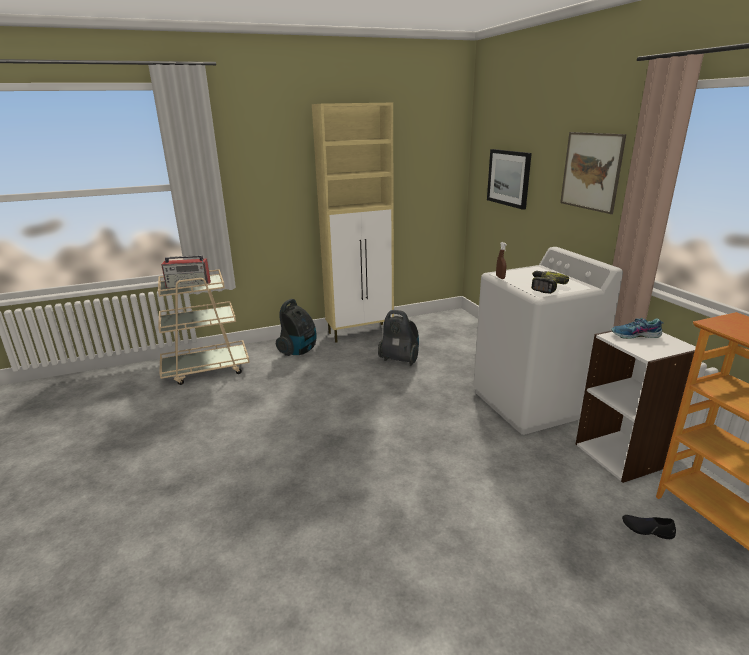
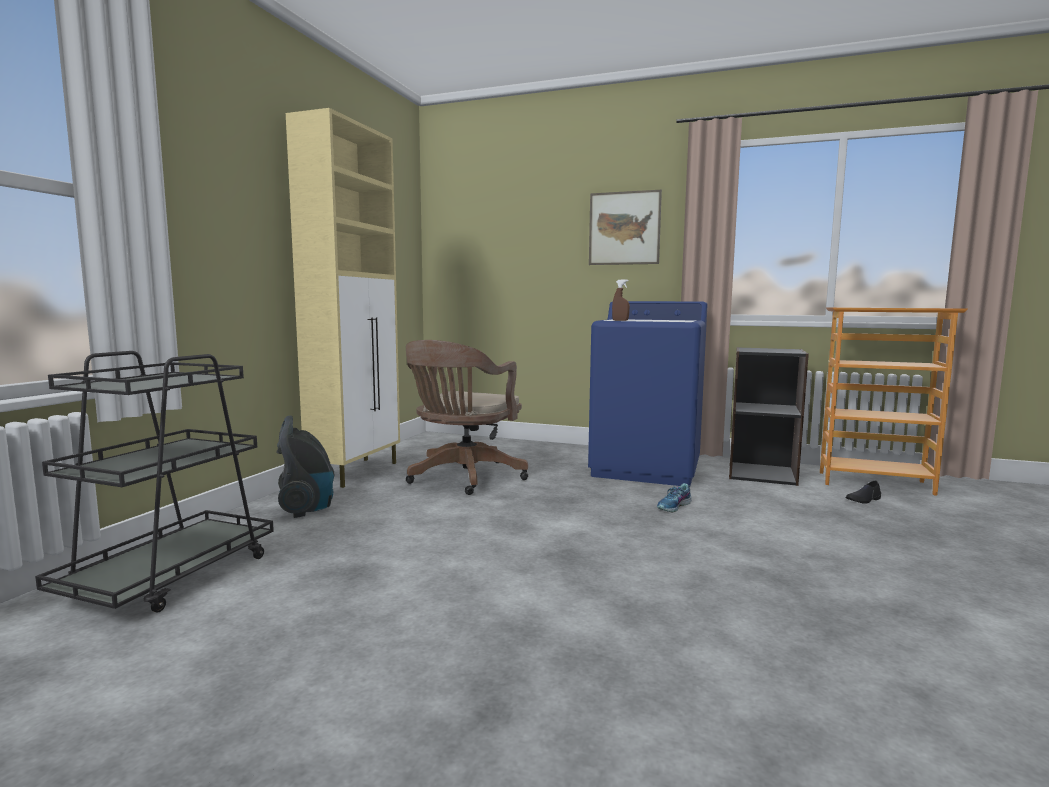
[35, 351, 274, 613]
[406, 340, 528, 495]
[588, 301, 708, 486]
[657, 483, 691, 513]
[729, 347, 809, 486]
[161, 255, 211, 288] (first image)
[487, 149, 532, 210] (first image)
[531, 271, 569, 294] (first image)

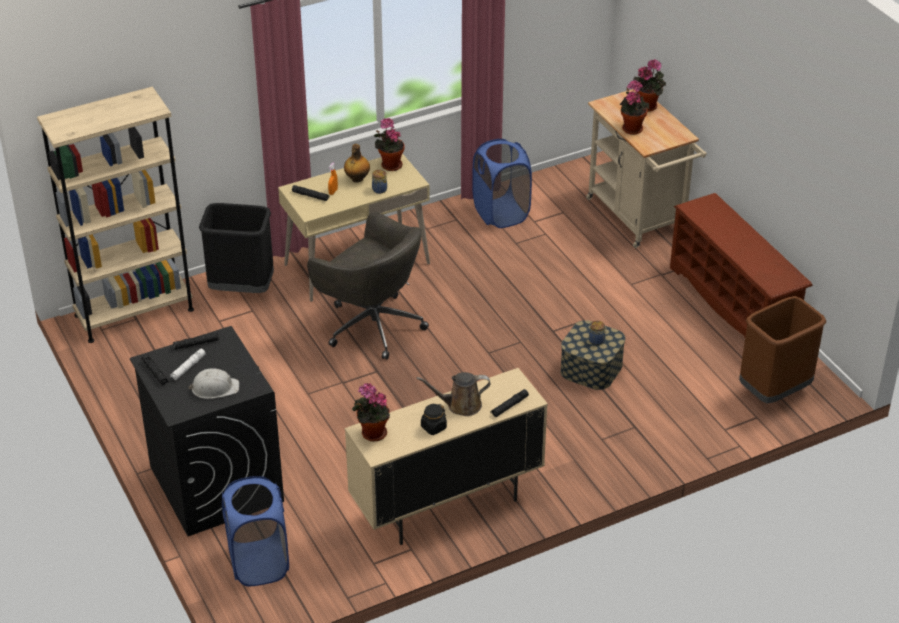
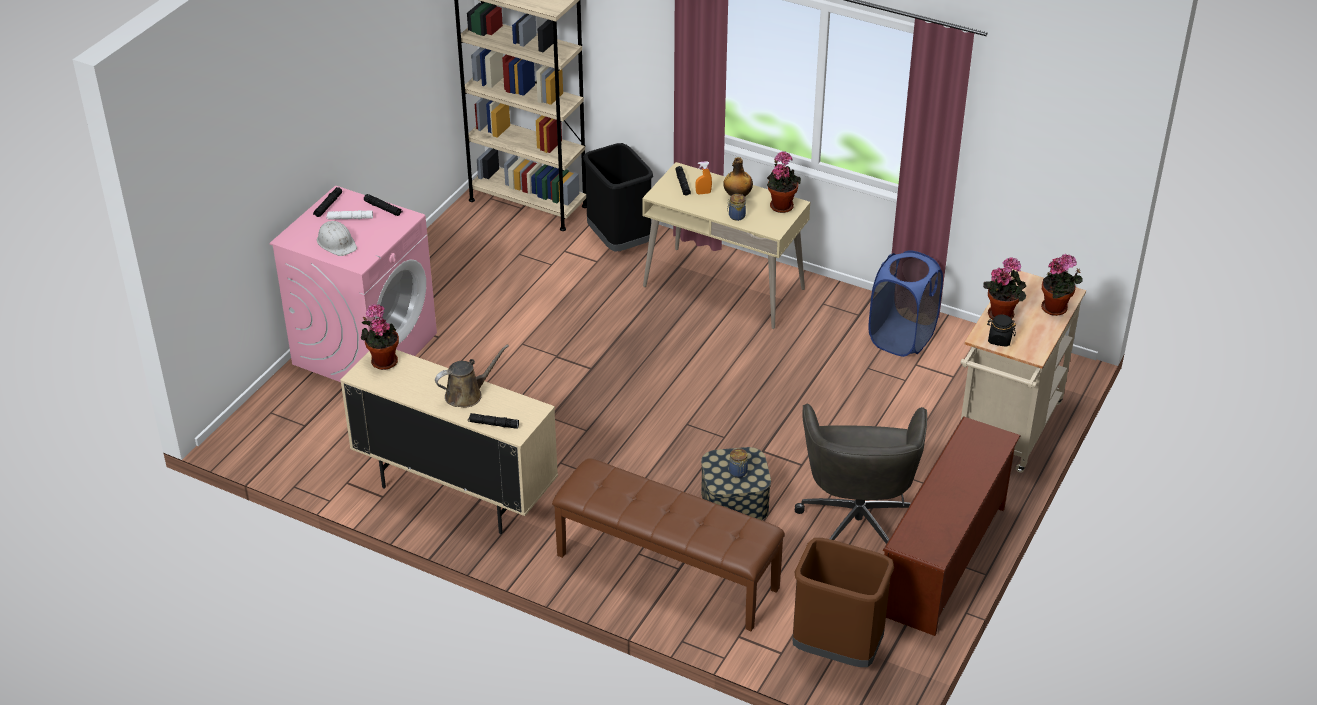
[270, 185, 437, 382]
[435, 344, 509, 408]
[552, 458, 785, 631]
[795, 404, 927, 544]
[987, 314, 1016, 347]
[222, 476, 289, 586] (first image)

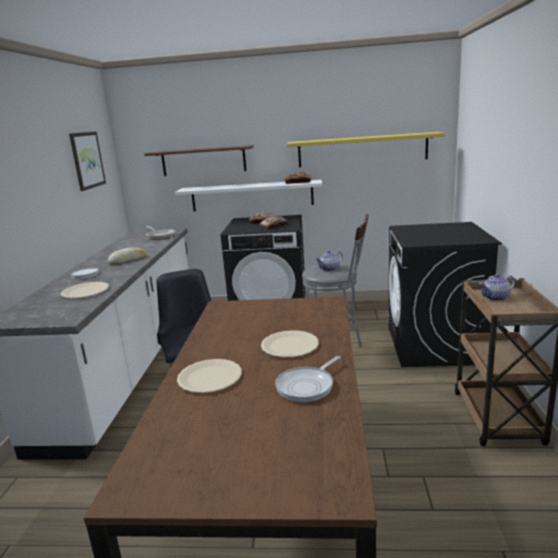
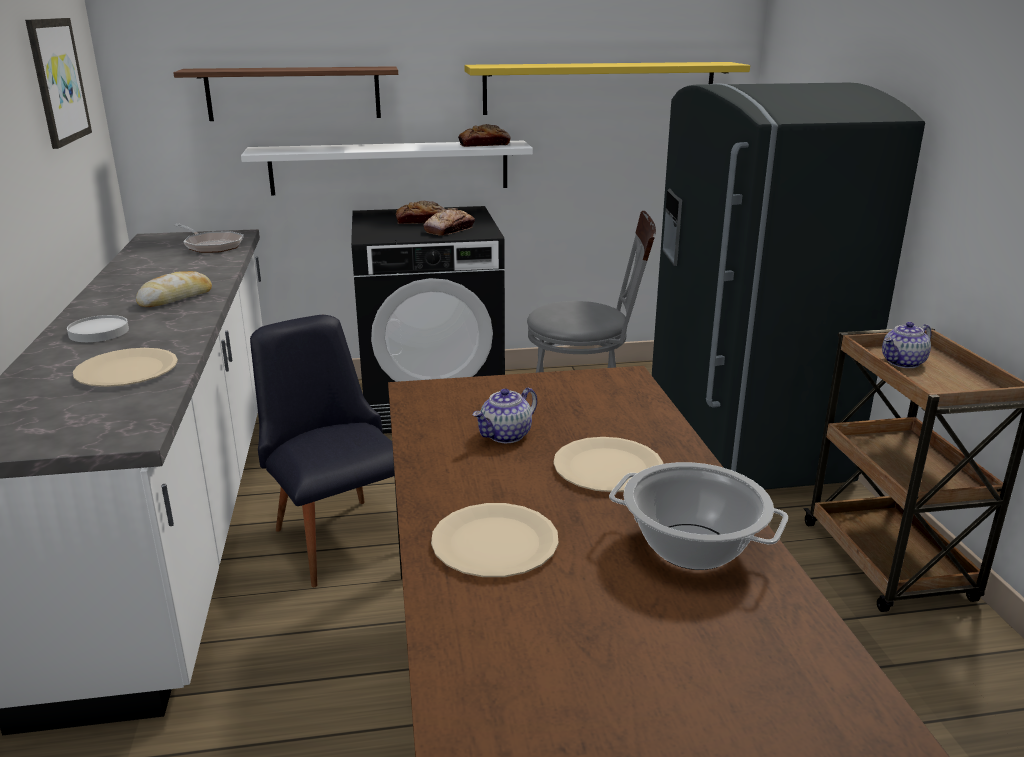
[473, 388, 537, 443]
[609, 462, 788, 570]
[652, 83, 925, 490]

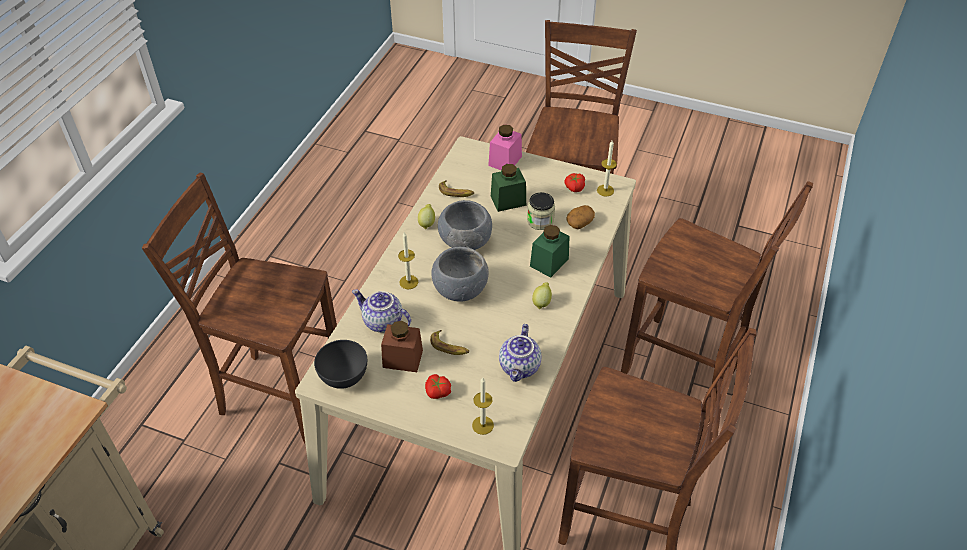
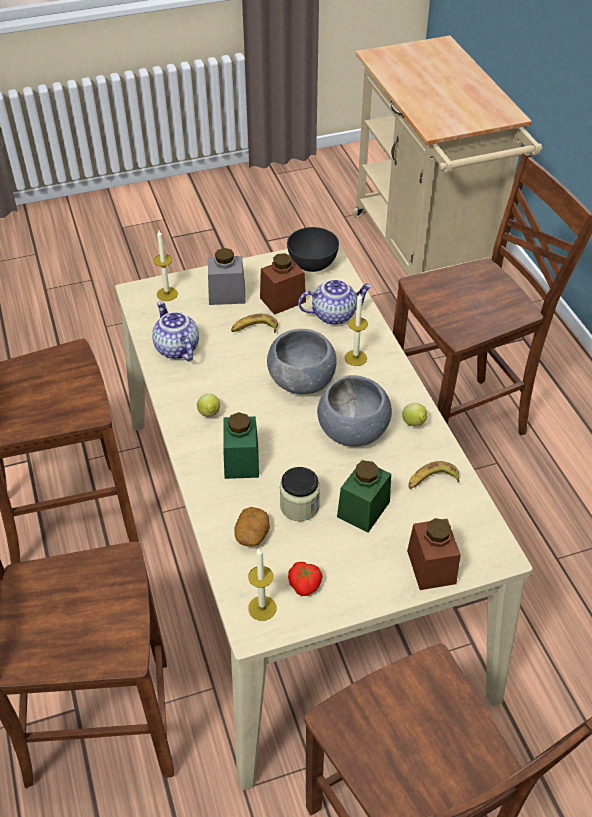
[208, 248, 246, 305]
[407, 518, 461, 590]

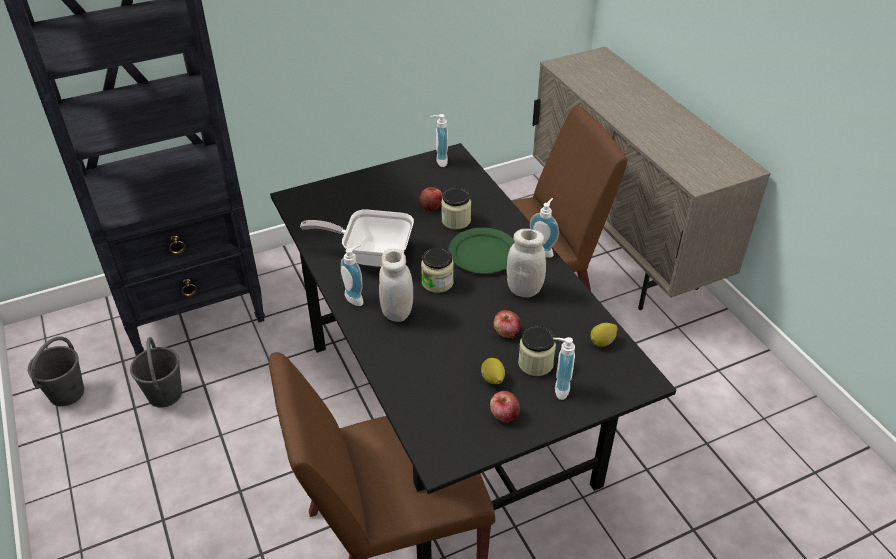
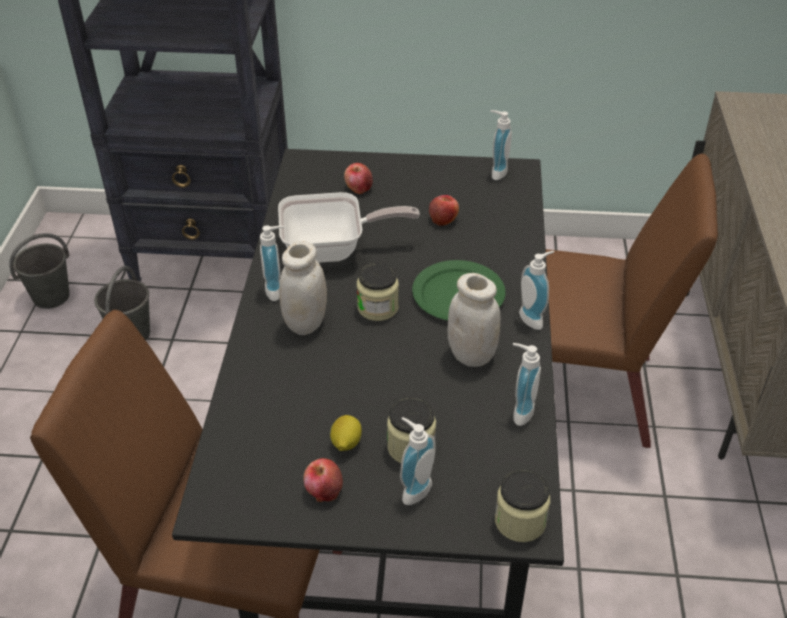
[278, 192, 420, 263]
[344, 163, 373, 194]
[495, 470, 550, 542]
[513, 343, 541, 426]
[590, 323, 617, 347] (first image)

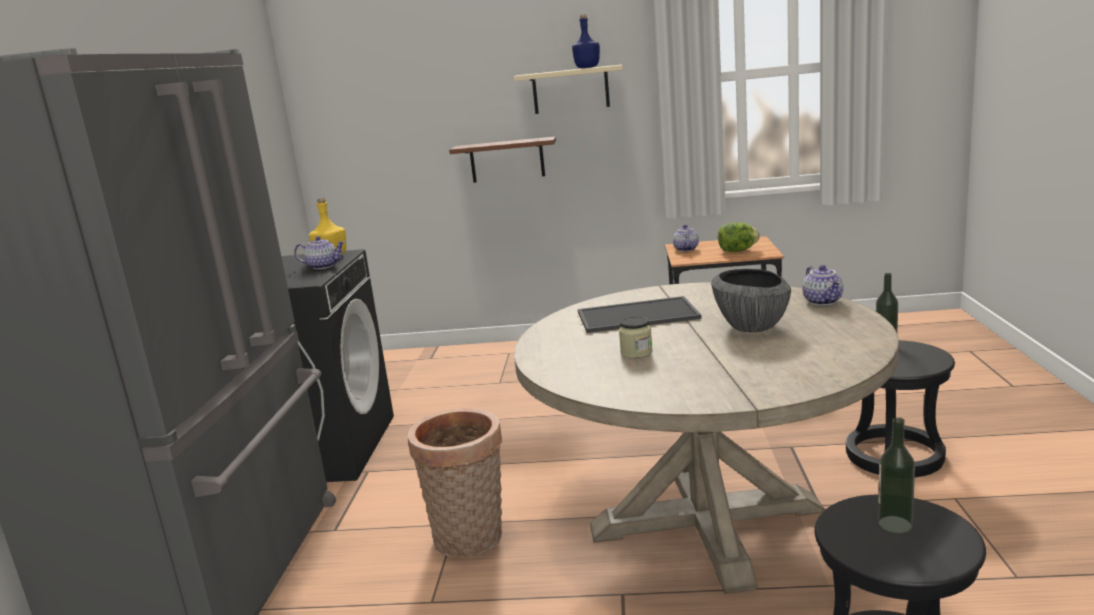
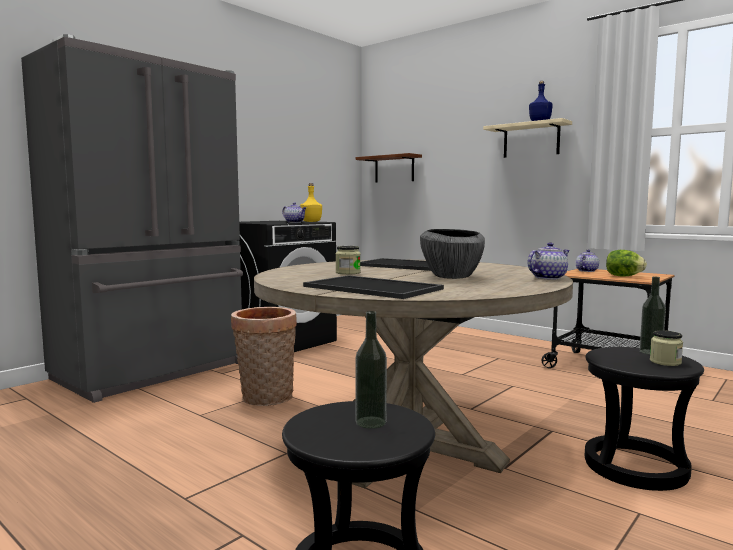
[303, 275, 444, 299]
[356, 153, 422, 183]
[527, 242, 570, 280]
[650, 330, 683, 366]

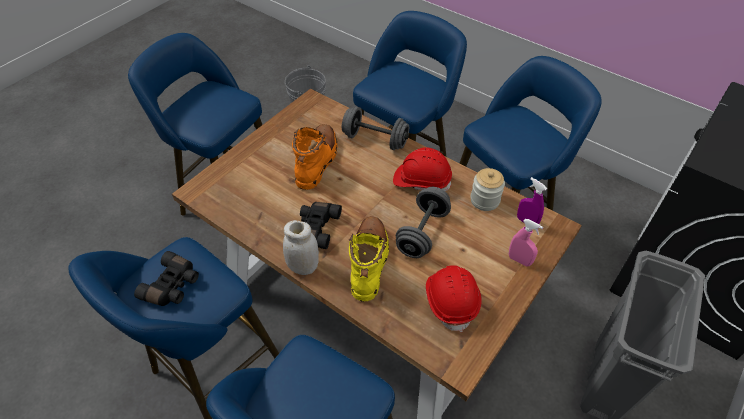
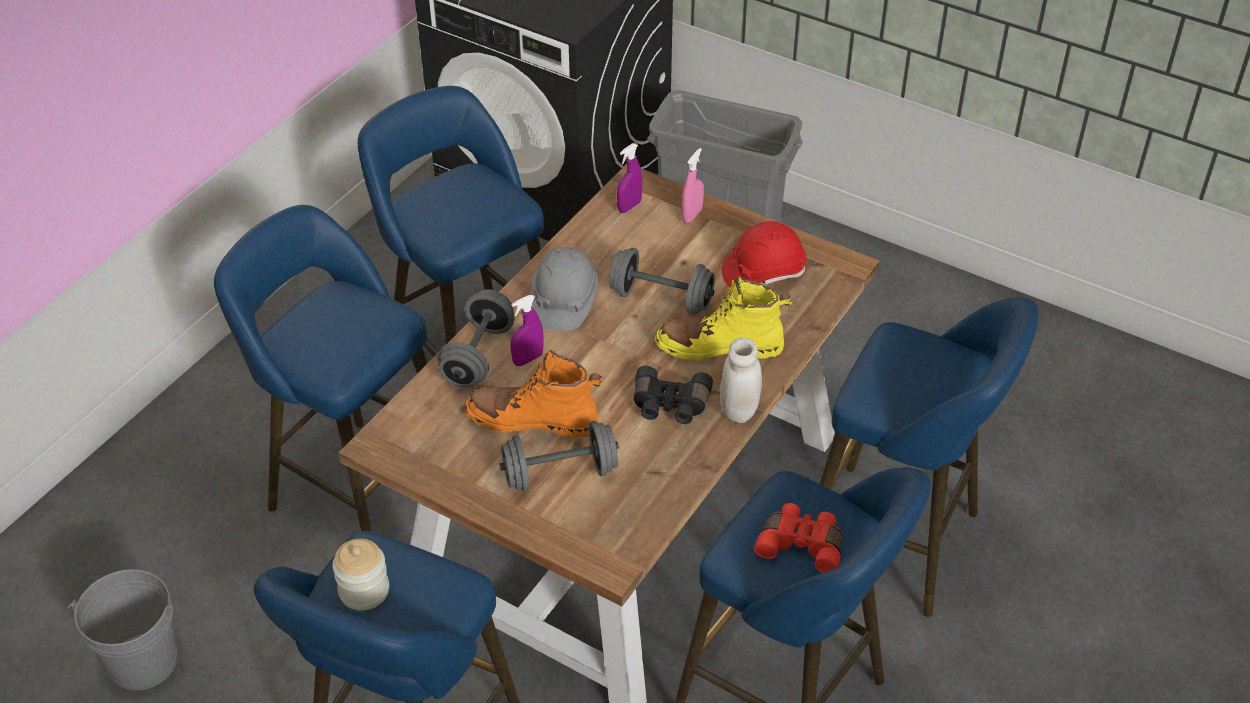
[332, 539, 389, 610]
[500, 421, 619, 491]
[510, 295, 544, 366]
[531, 247, 599, 331]
[754, 503, 843, 573]

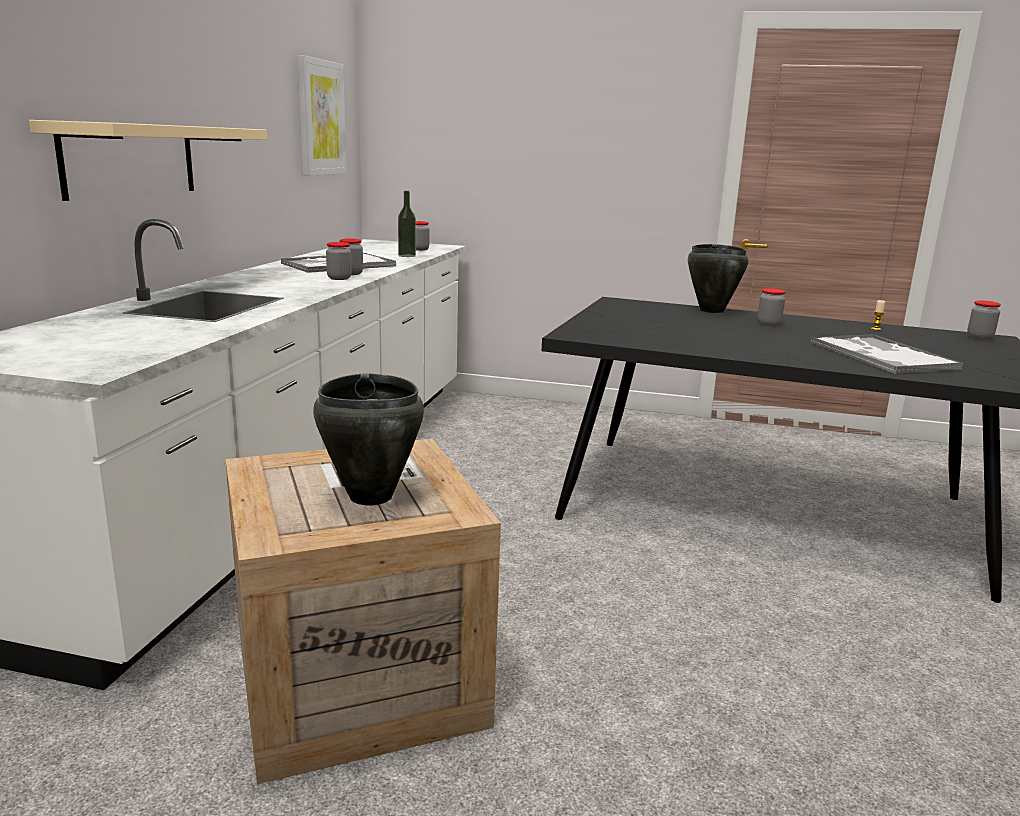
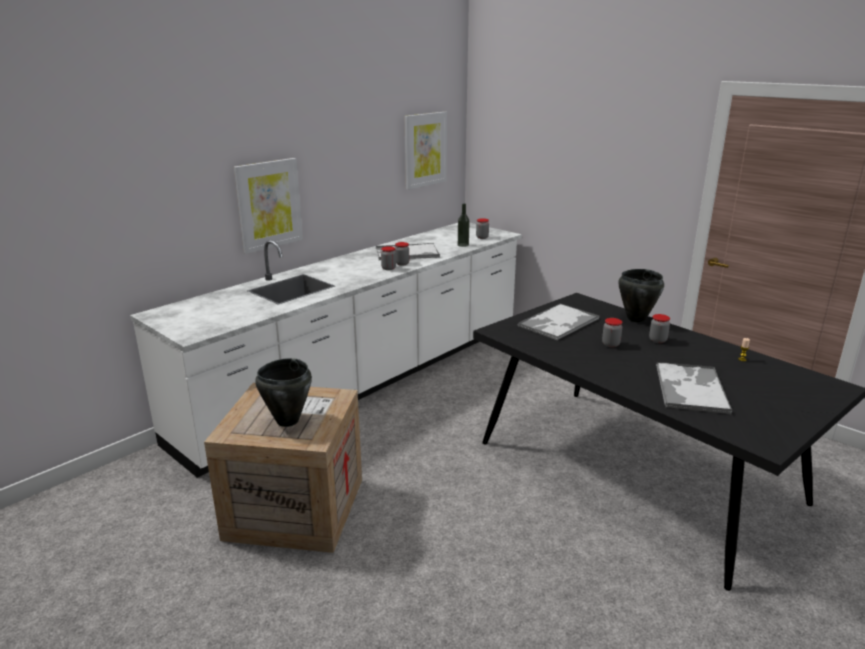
[234, 158, 303, 254]
[518, 303, 599, 341]
[602, 318, 622, 347]

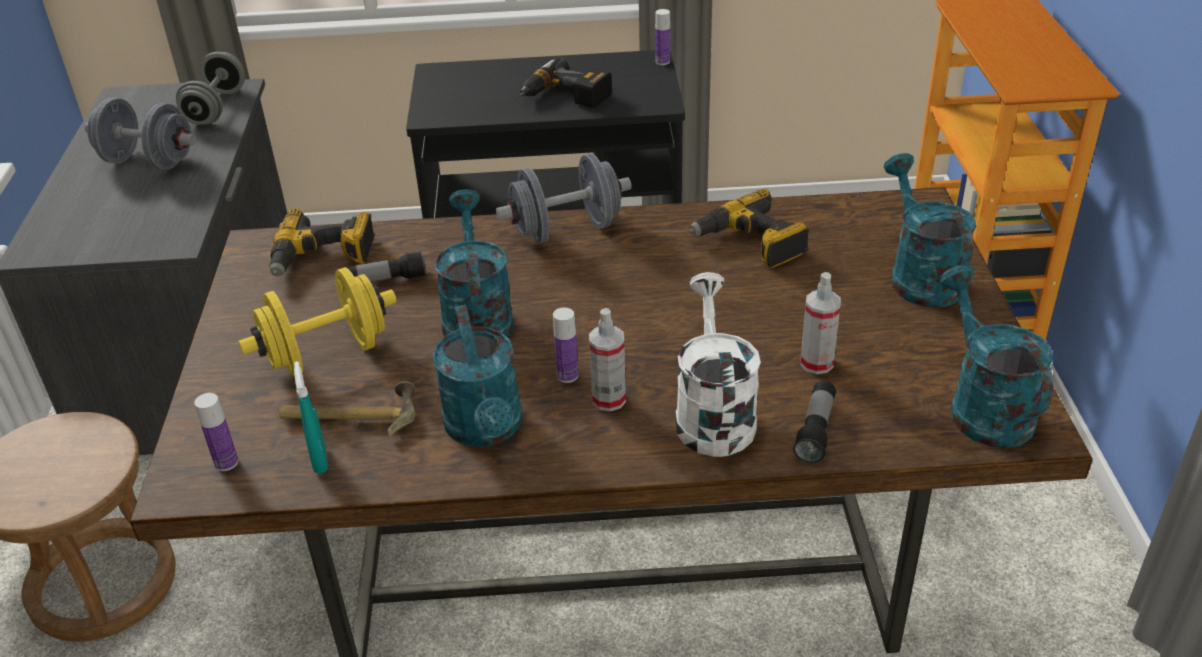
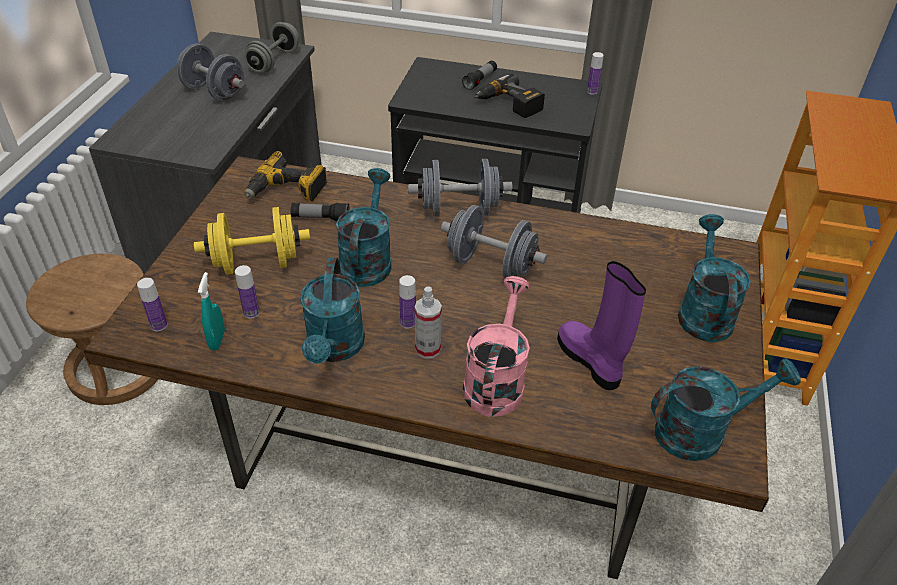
[235, 265, 260, 319]
[441, 205, 547, 278]
[462, 61, 497, 90]
[463, 276, 530, 417]
[557, 261, 646, 390]
[651, 358, 801, 461]
[689, 189, 809, 268] (first image)

